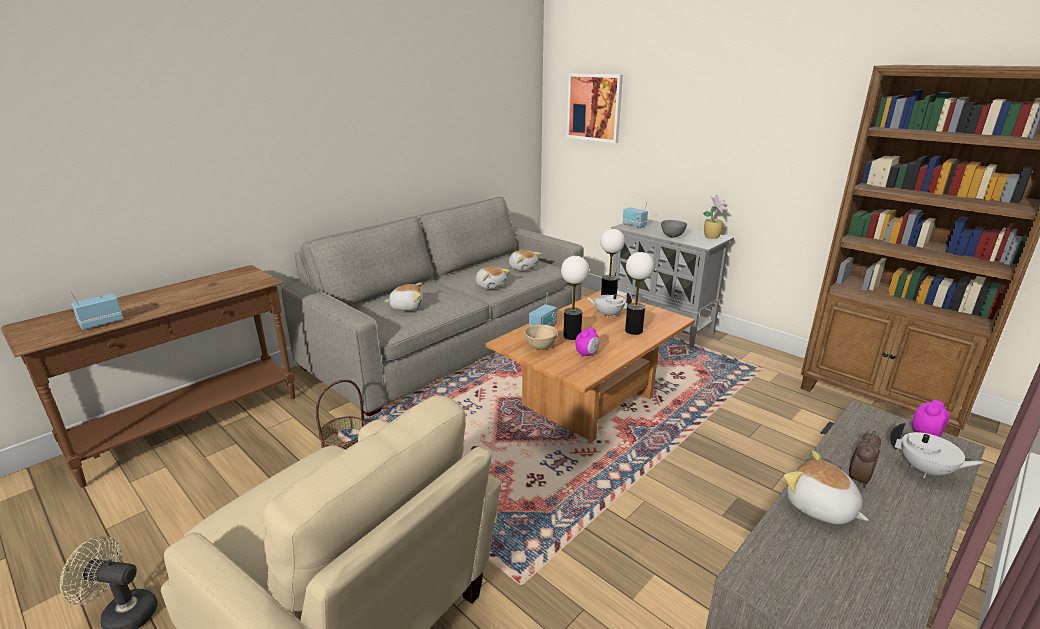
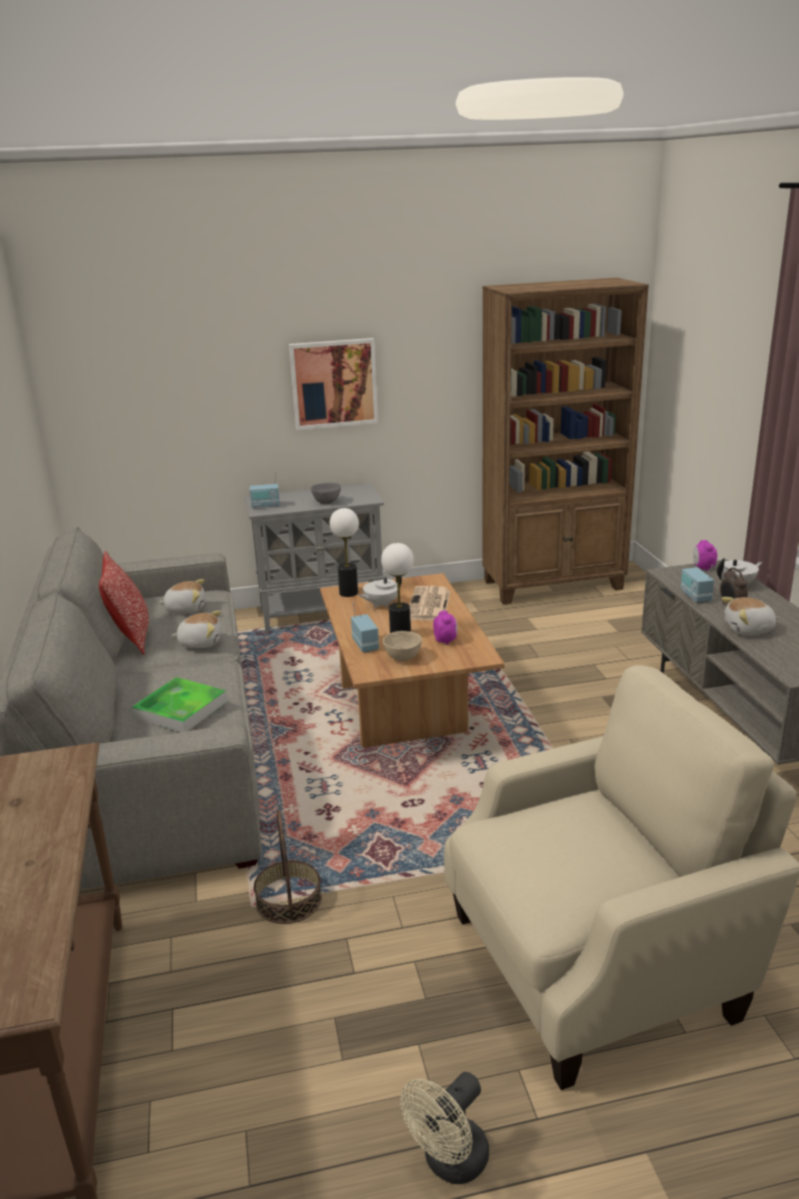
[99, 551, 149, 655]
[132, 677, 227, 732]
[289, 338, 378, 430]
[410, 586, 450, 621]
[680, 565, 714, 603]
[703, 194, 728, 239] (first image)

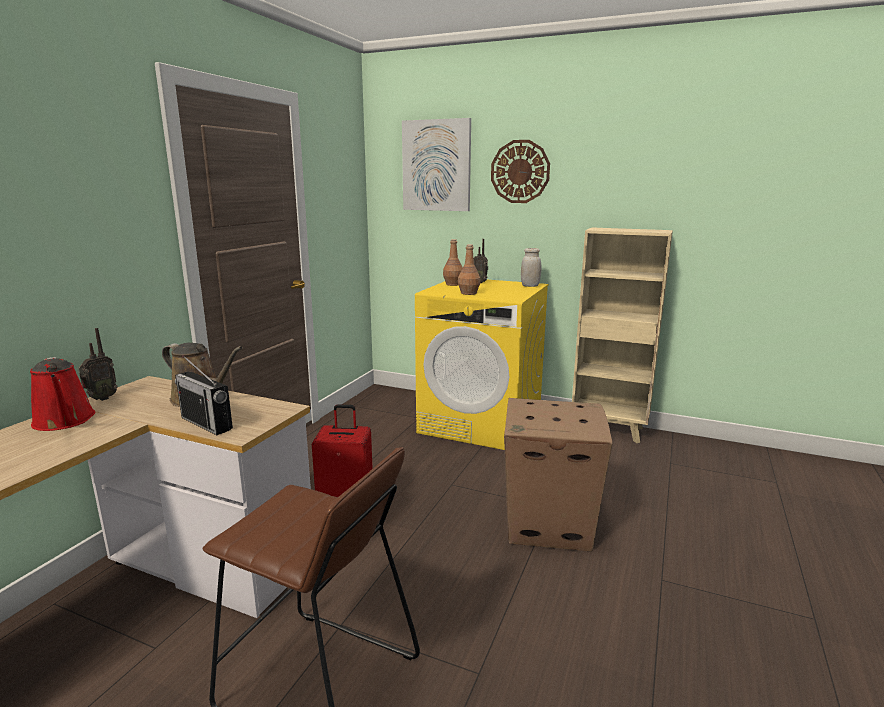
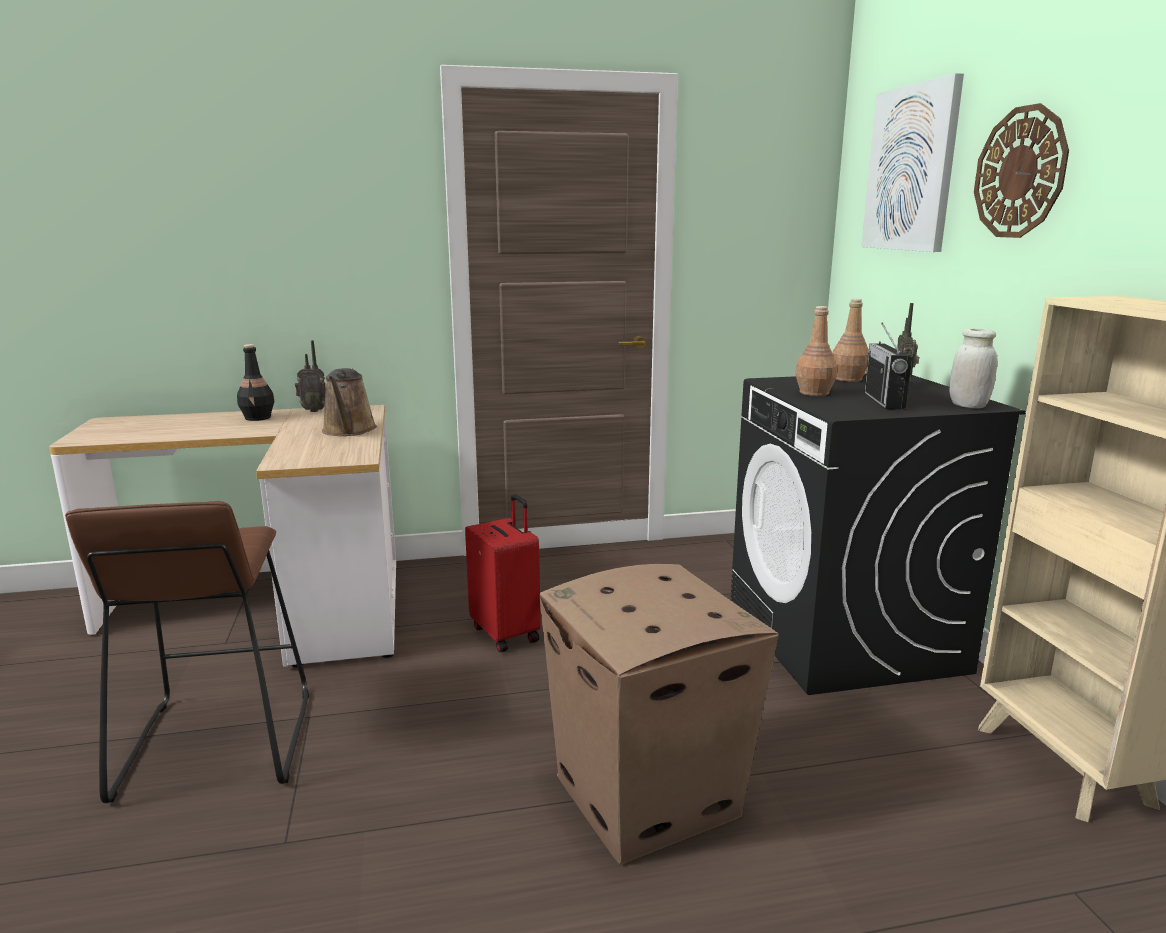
[237, 344, 275, 421]
[730, 373, 1026, 695]
[864, 323, 912, 410]

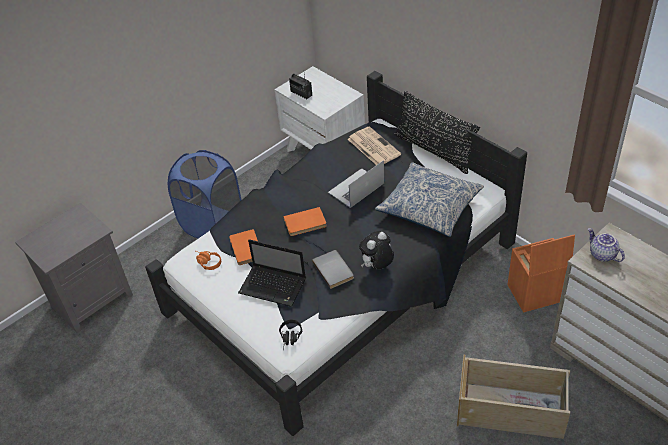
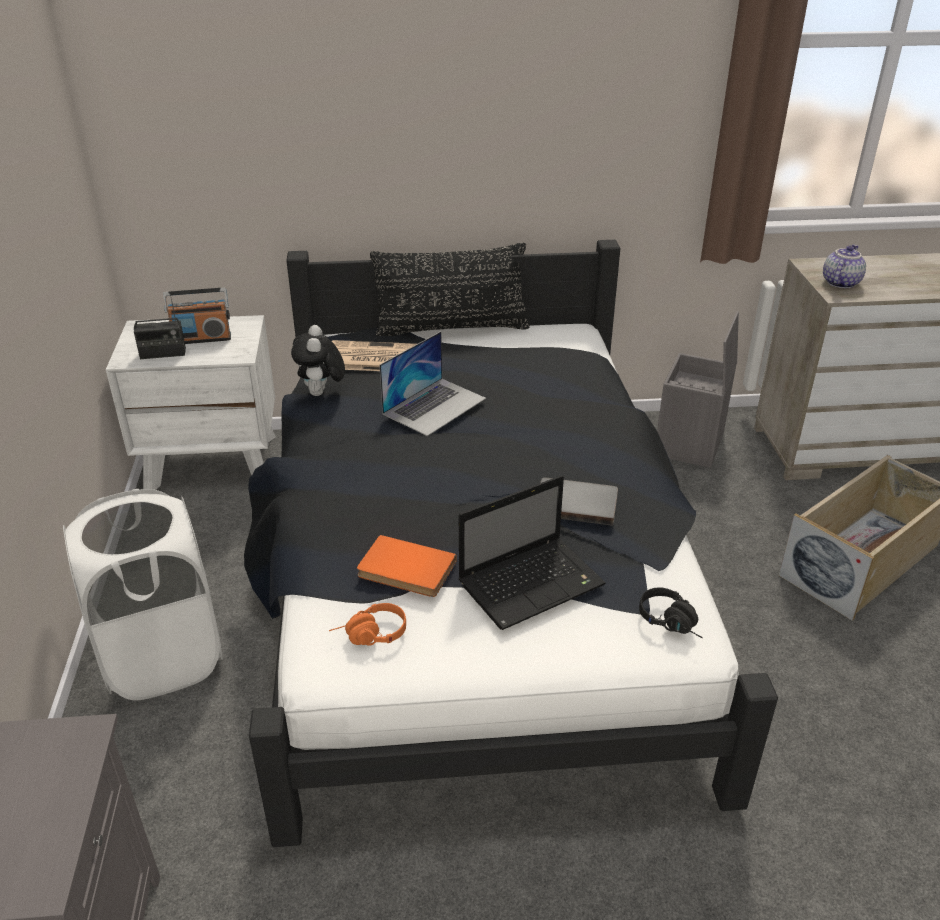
[63, 489, 223, 700]
[163, 288, 231, 344]
[291, 325, 345, 396]
[379, 331, 486, 436]
[657, 311, 739, 468]
[823, 244, 866, 288]
[283, 207, 327, 236] (first image)
[375, 162, 484, 237] (first image)

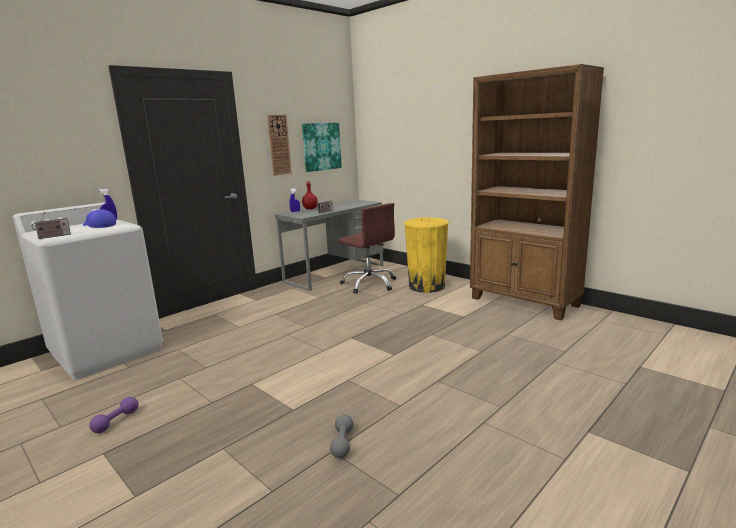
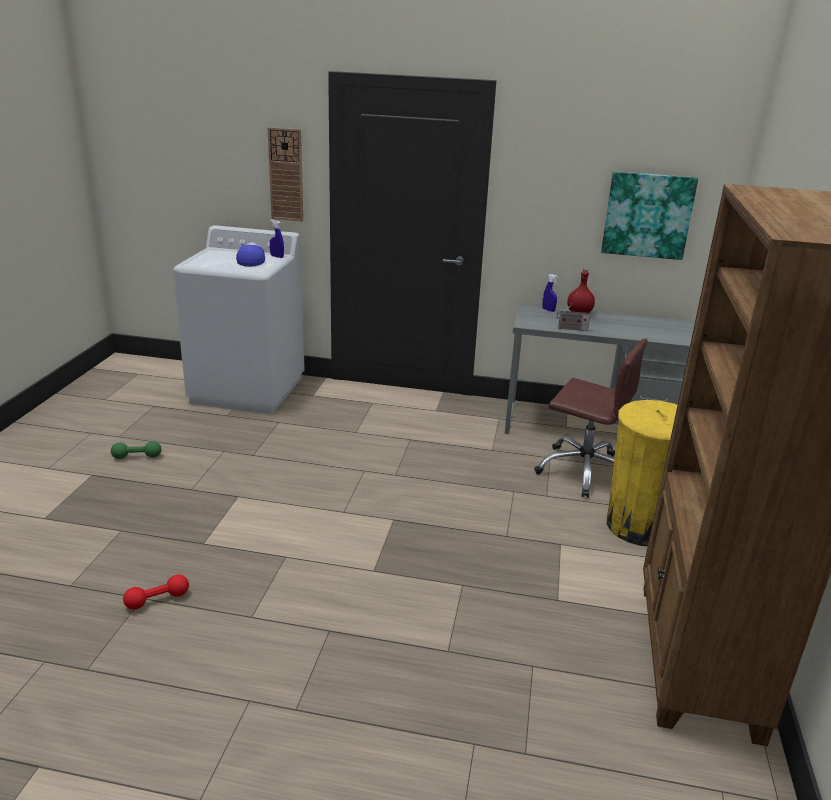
[111, 441, 161, 459]
[123, 574, 189, 610]
[268, 127, 303, 221]
[534, 338, 648, 498]
[32, 212, 71, 239] (first image)

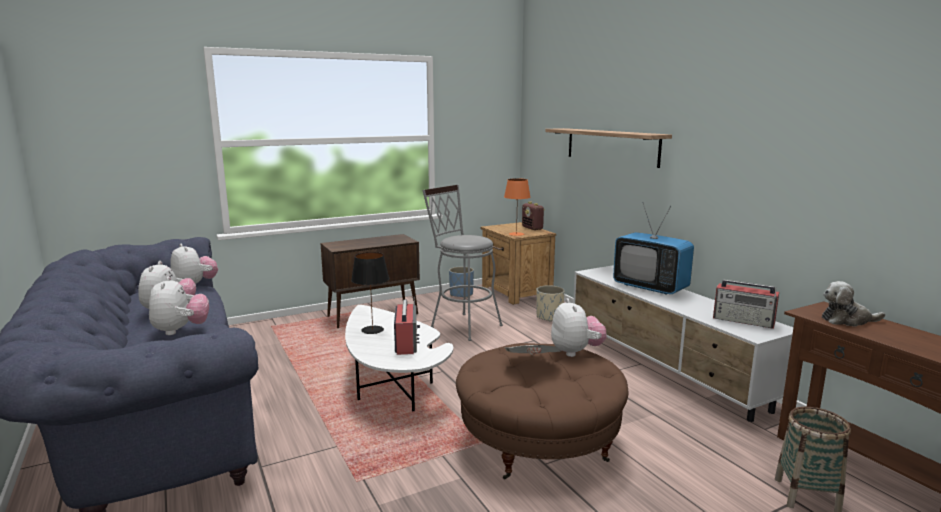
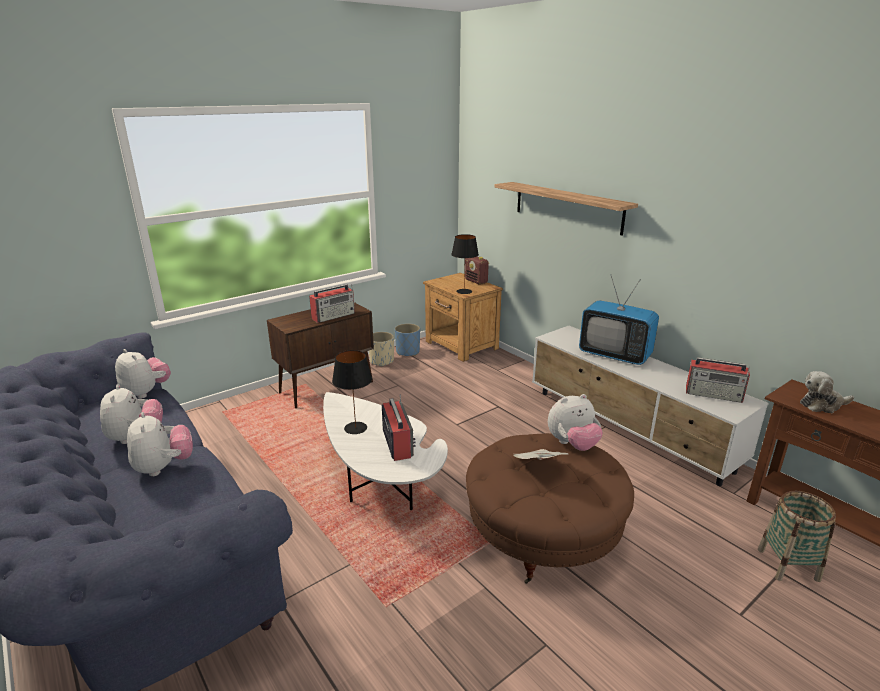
[309, 284, 355, 323]
[369, 332, 394, 367]
[451, 234, 479, 294]
[548, 394, 603, 451]
[423, 185, 503, 341] (first image)

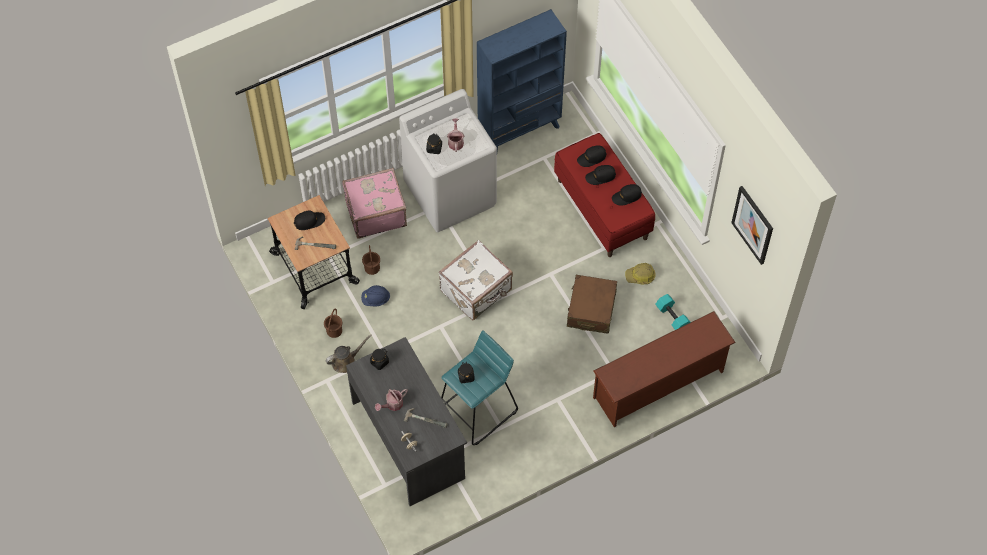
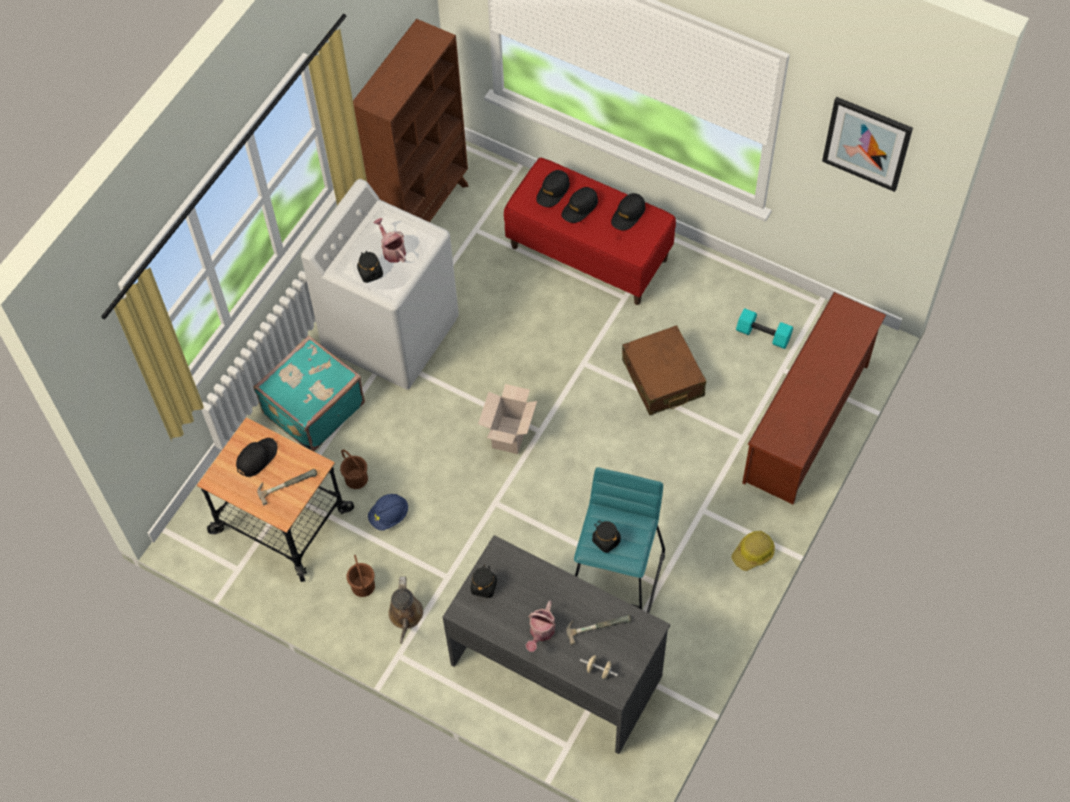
[253, 336, 365, 452]
[353, 19, 468, 222]
[388, 576, 423, 644]
[478, 384, 537, 454]
[731, 531, 775, 571]

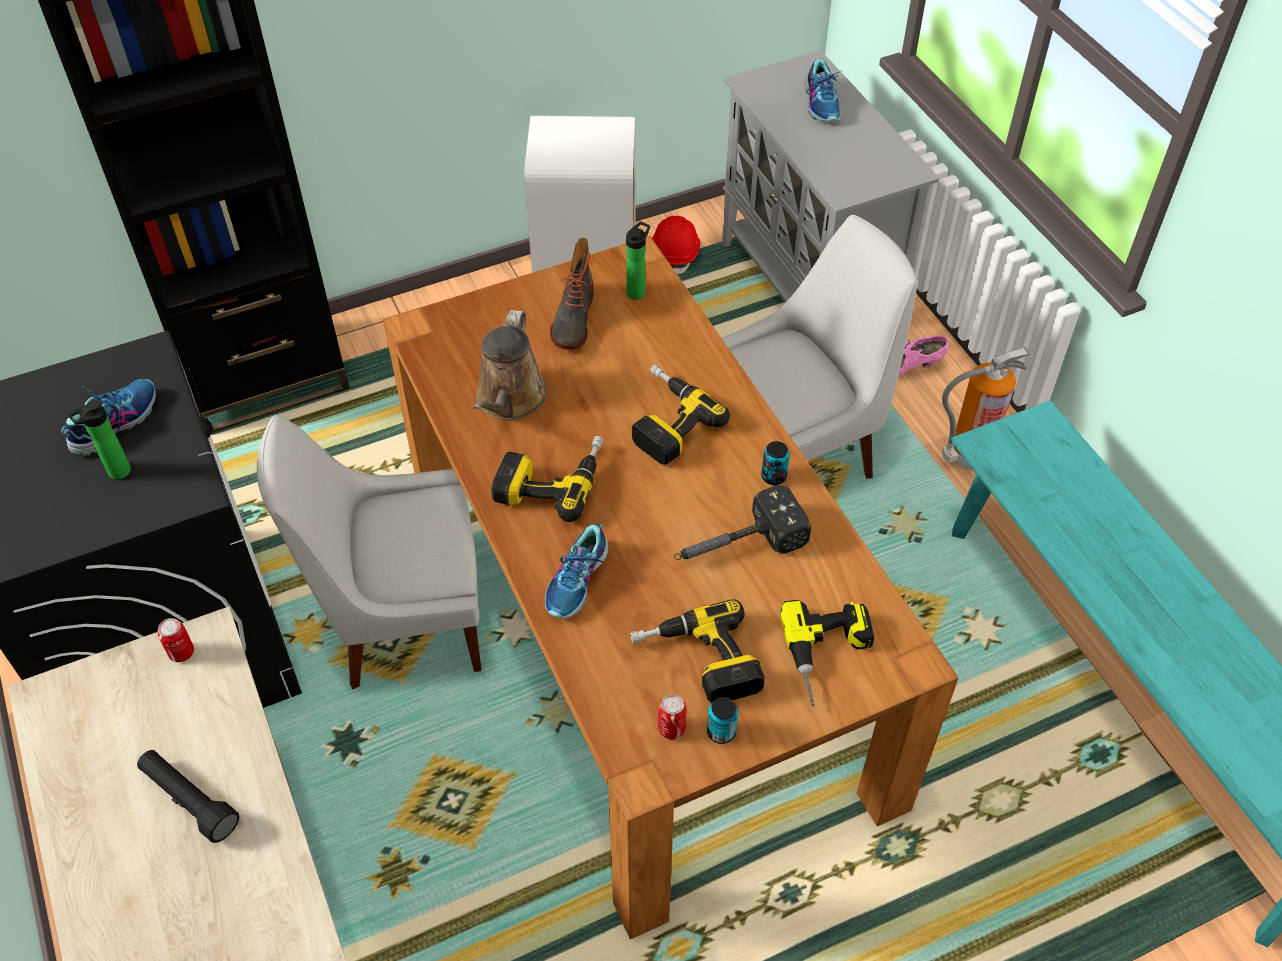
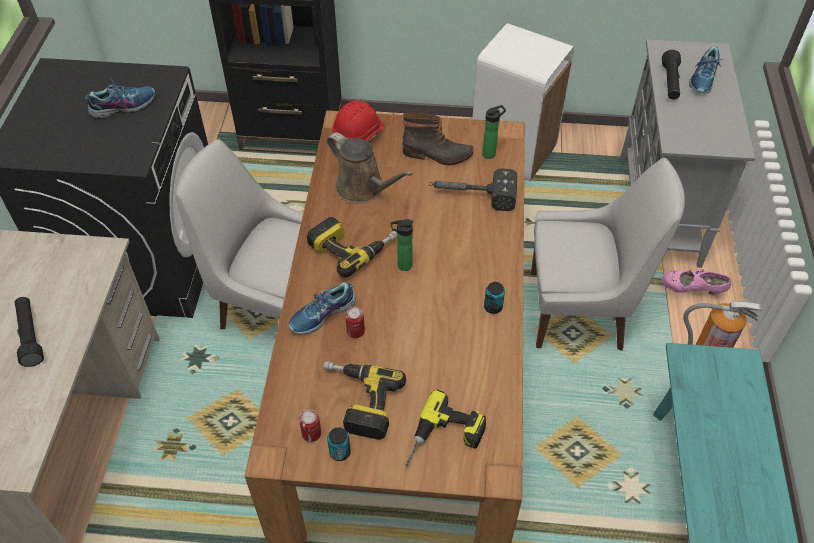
[327, 132, 413, 203]
[332, 100, 385, 149]
[346, 307, 365, 338]
[390, 219, 413, 271]
[402, 113, 474, 165]
[429, 168, 517, 211]
[662, 50, 681, 99]
[632, 364, 730, 465] (first image)

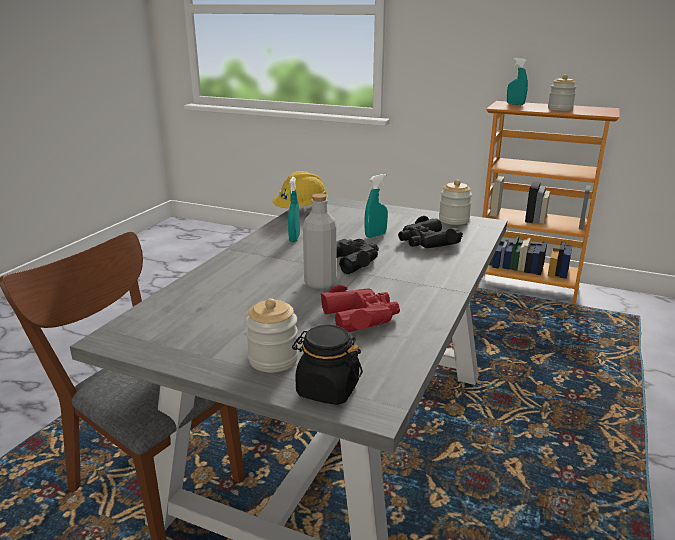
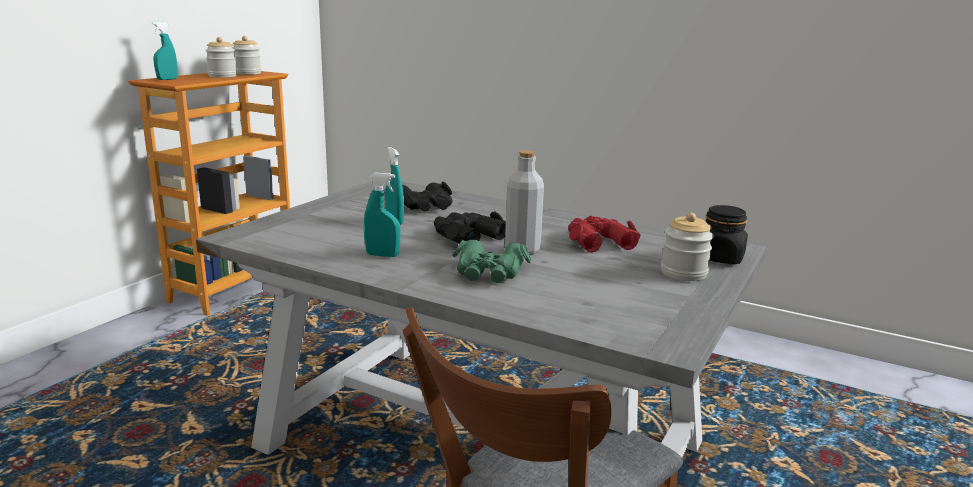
[232, 36, 261, 75]
[453, 240, 531, 283]
[272, 171, 328, 208] (first image)

